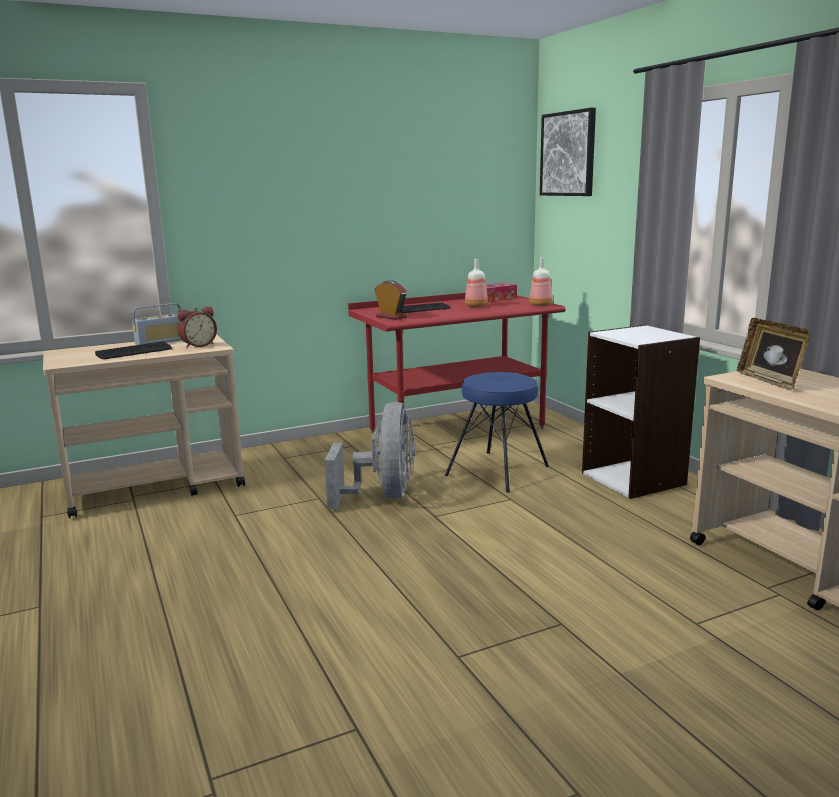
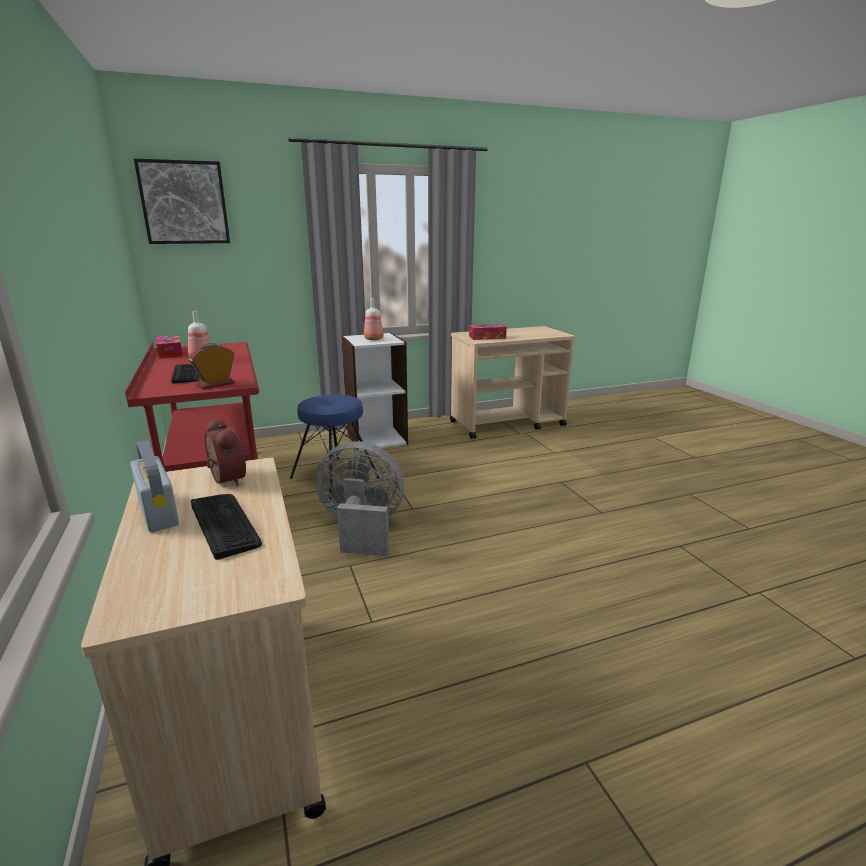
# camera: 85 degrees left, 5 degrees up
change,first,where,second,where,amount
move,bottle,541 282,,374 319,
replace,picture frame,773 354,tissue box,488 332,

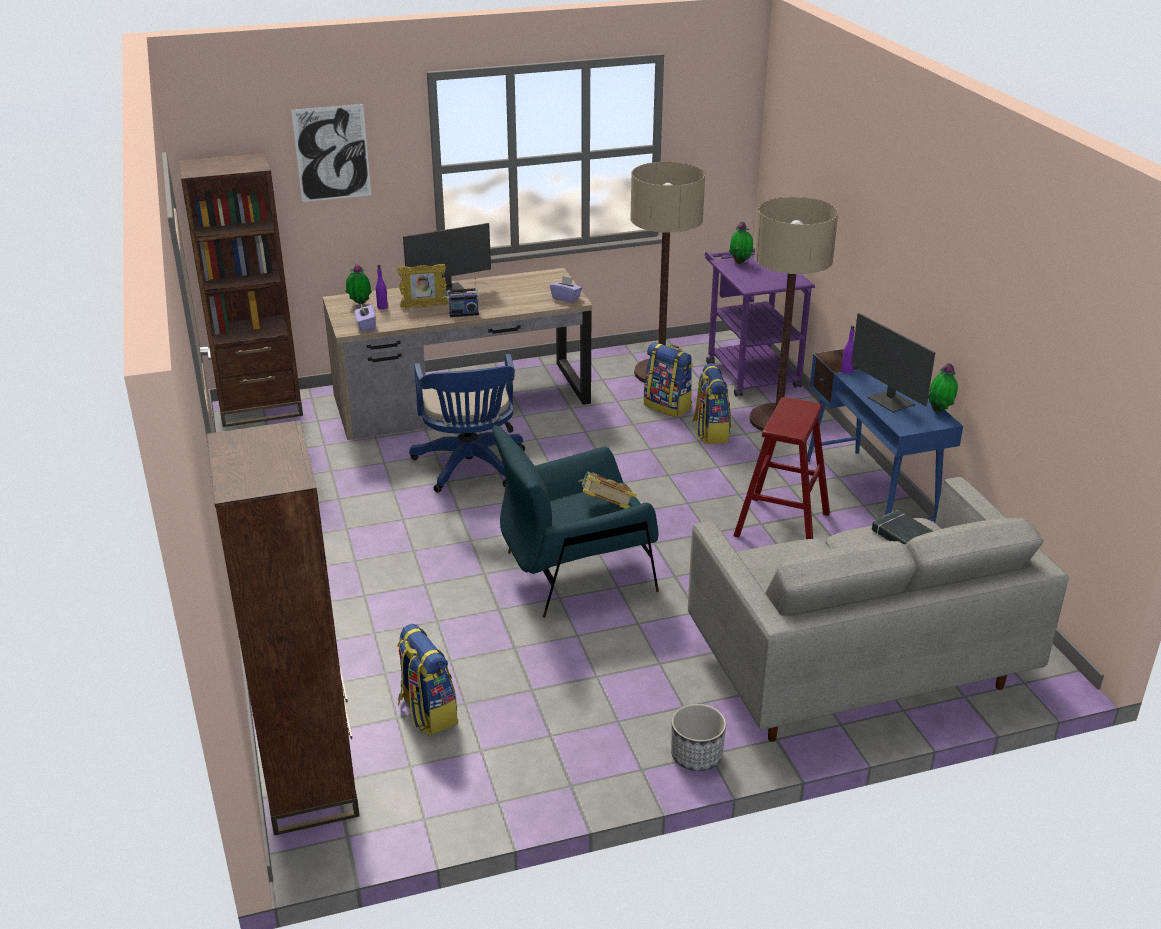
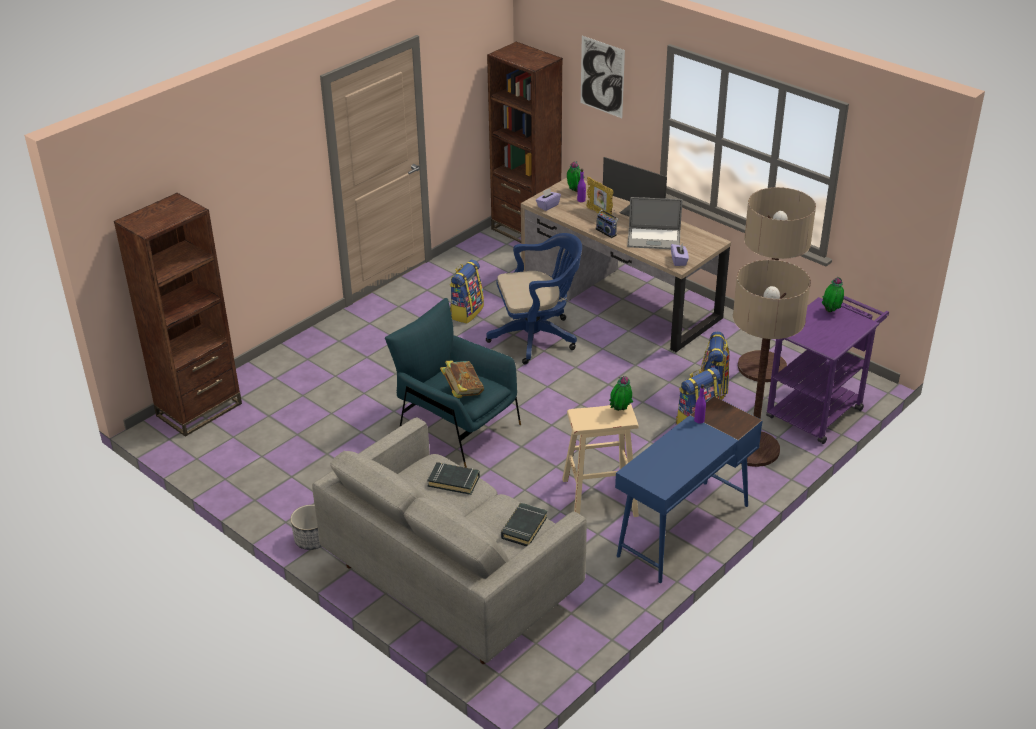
# camera: 60 degrees right, 5 degrees up
change,first,where,second,where,amount
move,backpack,427 679,,466 291,
rotate,blue office chair,467 423,,534 299,150 degrees counterclockwise
recolor,red stool,781 468,beige stool,600 460,
delete,monitor,893 363,,,
move,potted plant,943 387,,621 393,
insert,,,black book,453 478,
insert,,,laptop,654 223,

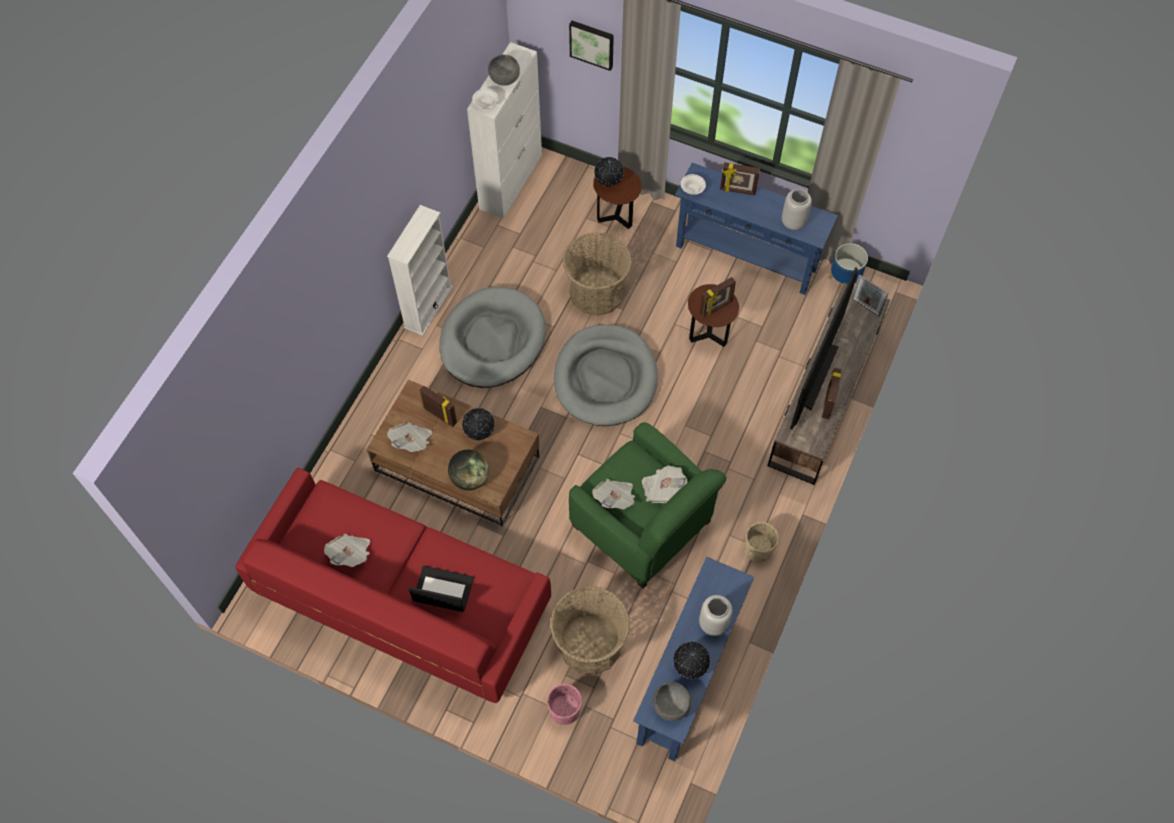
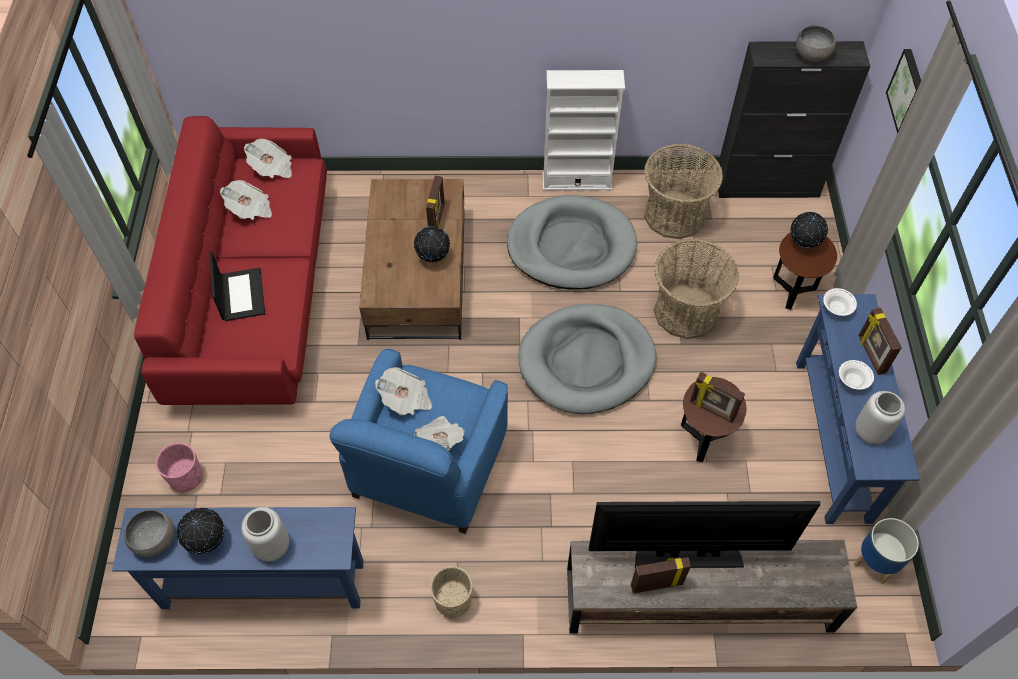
# camera: 65 degrees right, 5 degrees down
change,first,where,second,where,amount
move,newspaper,409 437,,268 158,
delete,globe,468 470,,,
recolor,white cabinet,504 130,black cabinet,793 119,
move,white bowl,485 98,,856 375,
move,basket,590 630,,683 191,
recolor,green armchair,647 505,blue armchair,418 441,
delete,picture frame,869 295,,,

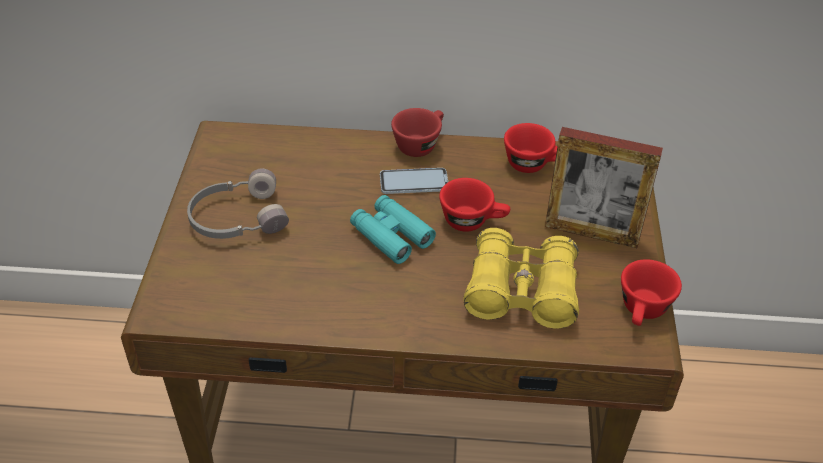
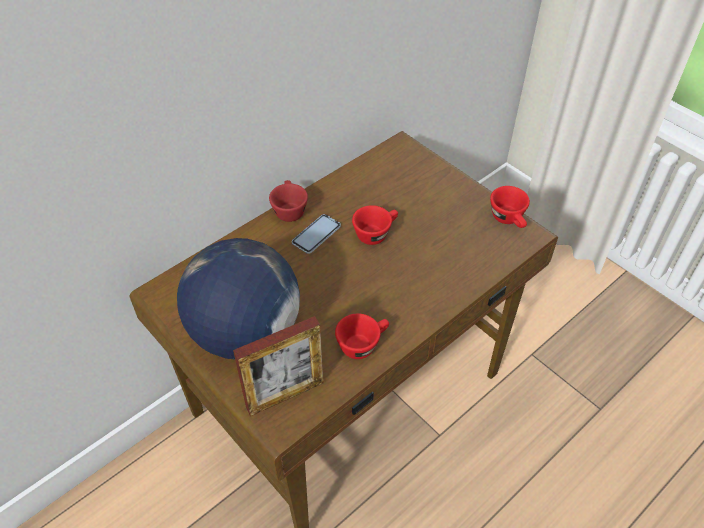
# camera: 45 degrees left, 5 degrees up
change,first,where,second,where,amount
replace,grey headphones,238 204,globe,238 299,
delete,turquoise binoculars,393 229,,,
delete,yellow binoculars,521 278,,,
move,red cup,530 148,,362 336,
move,picture frame,604 187,,278 366,

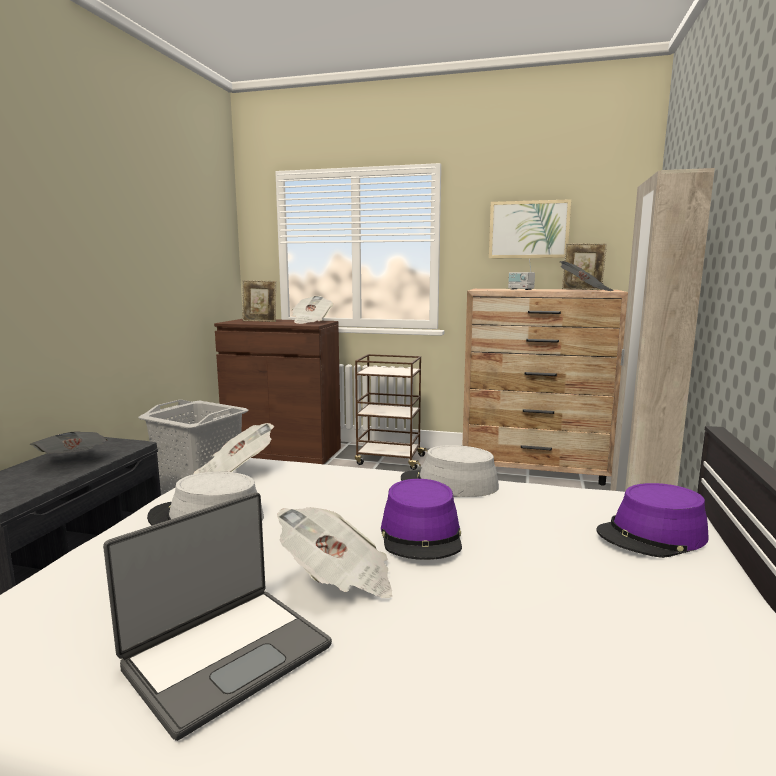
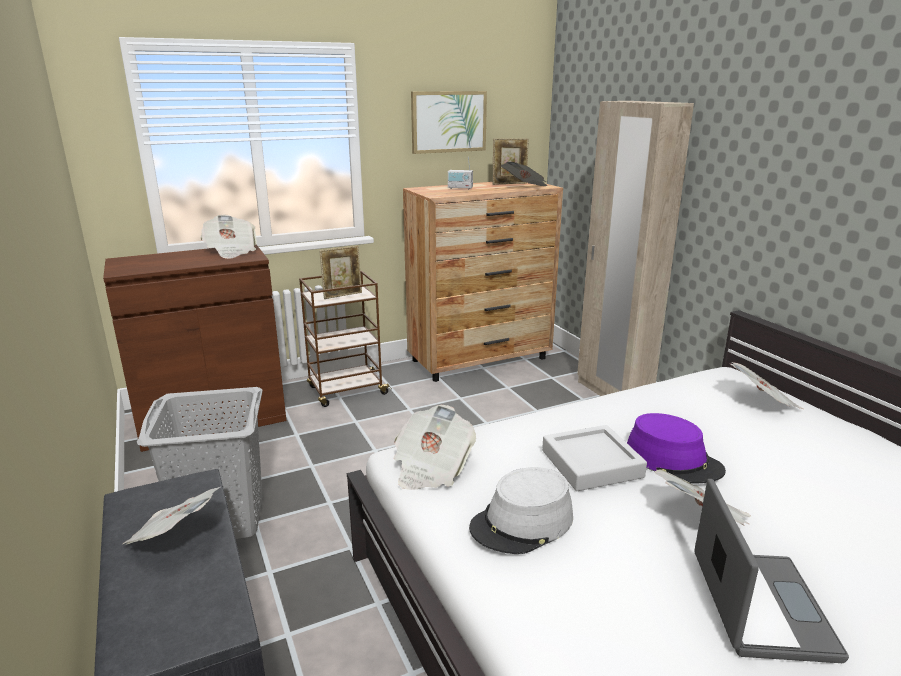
# camera: 40 degrees left, 10 degrees up
change,first,where,second,where,amount
move,picture frame,259 301,,340 272,
delete,grey hat,450 471,,,
replace,purple hat,652 520,newspaper,767 385,
insert,,,grey tray,594 458,

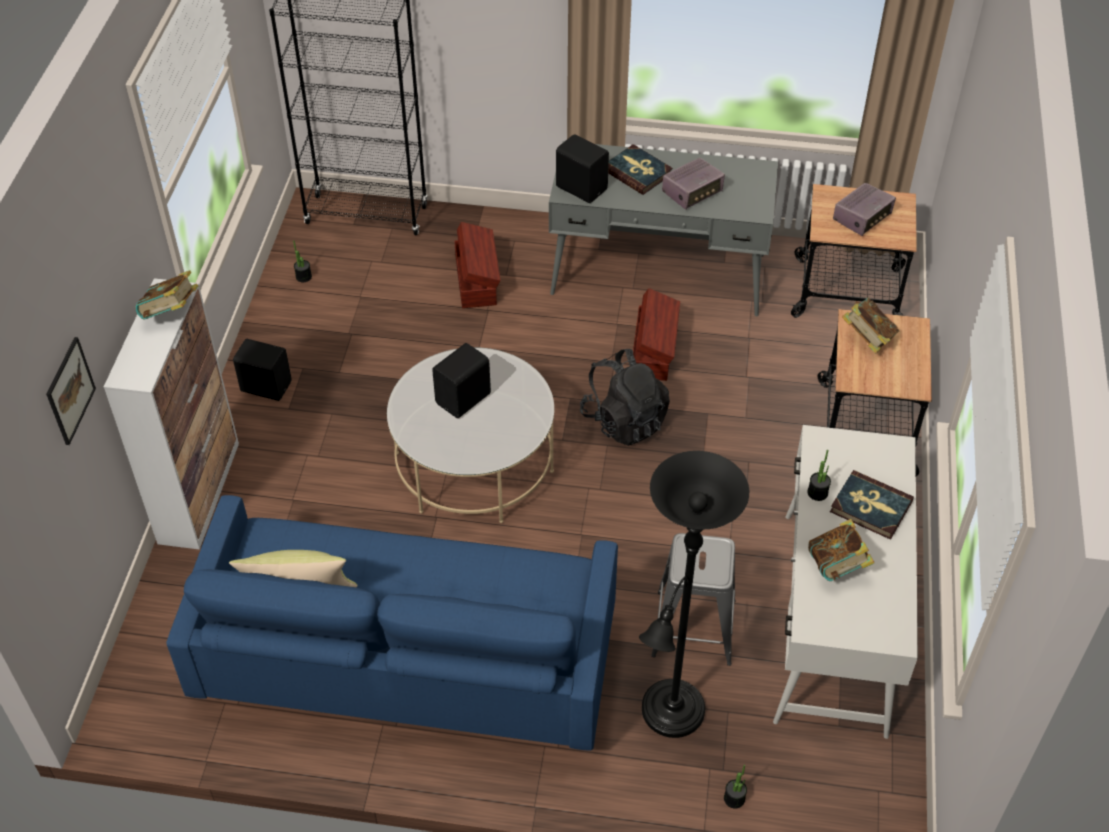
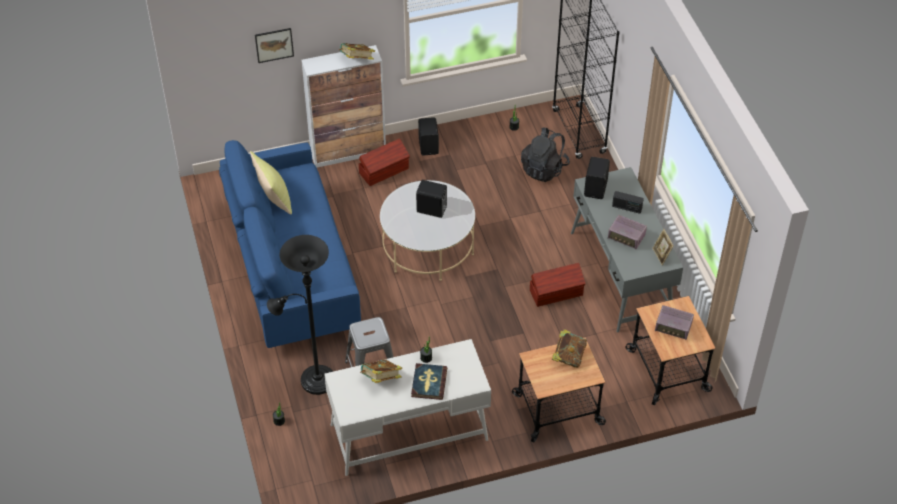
# camera: 65 degrees right, 0 degrees up
change,first,where,second,where,amount
move,brown storage box,477 265,,384 162,
move,black backpack,625 397,,545 155,
replace,book,640 169,radio,628 202,
insert,,,picture frame,663 247,

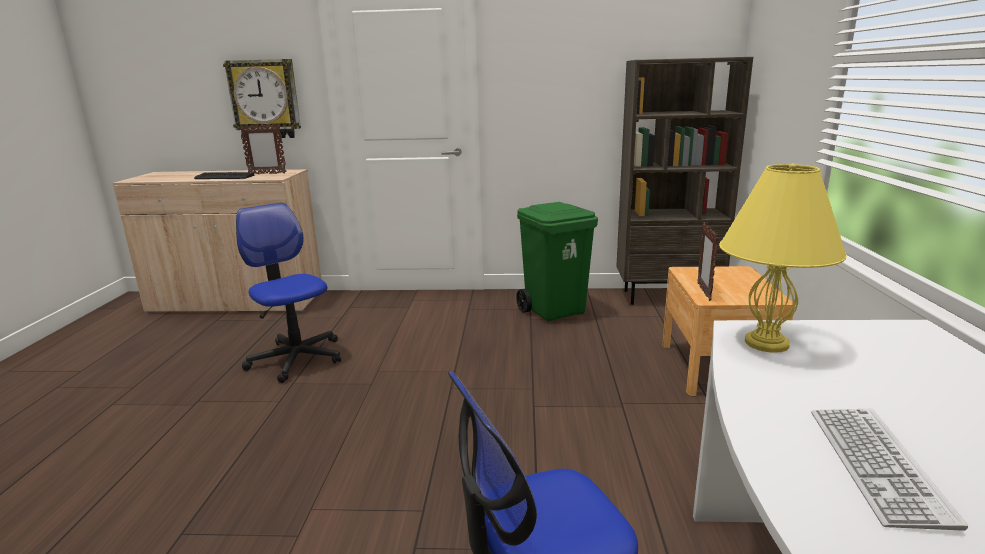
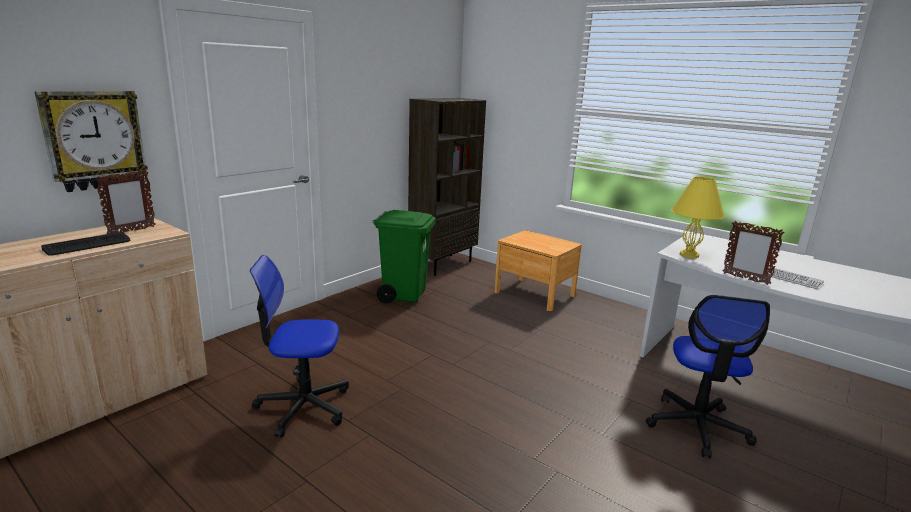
# camera: 55 degrees left, 0 degrees up
change,first,where,second,where,amount
move,picture frame,707 262,,753 253,

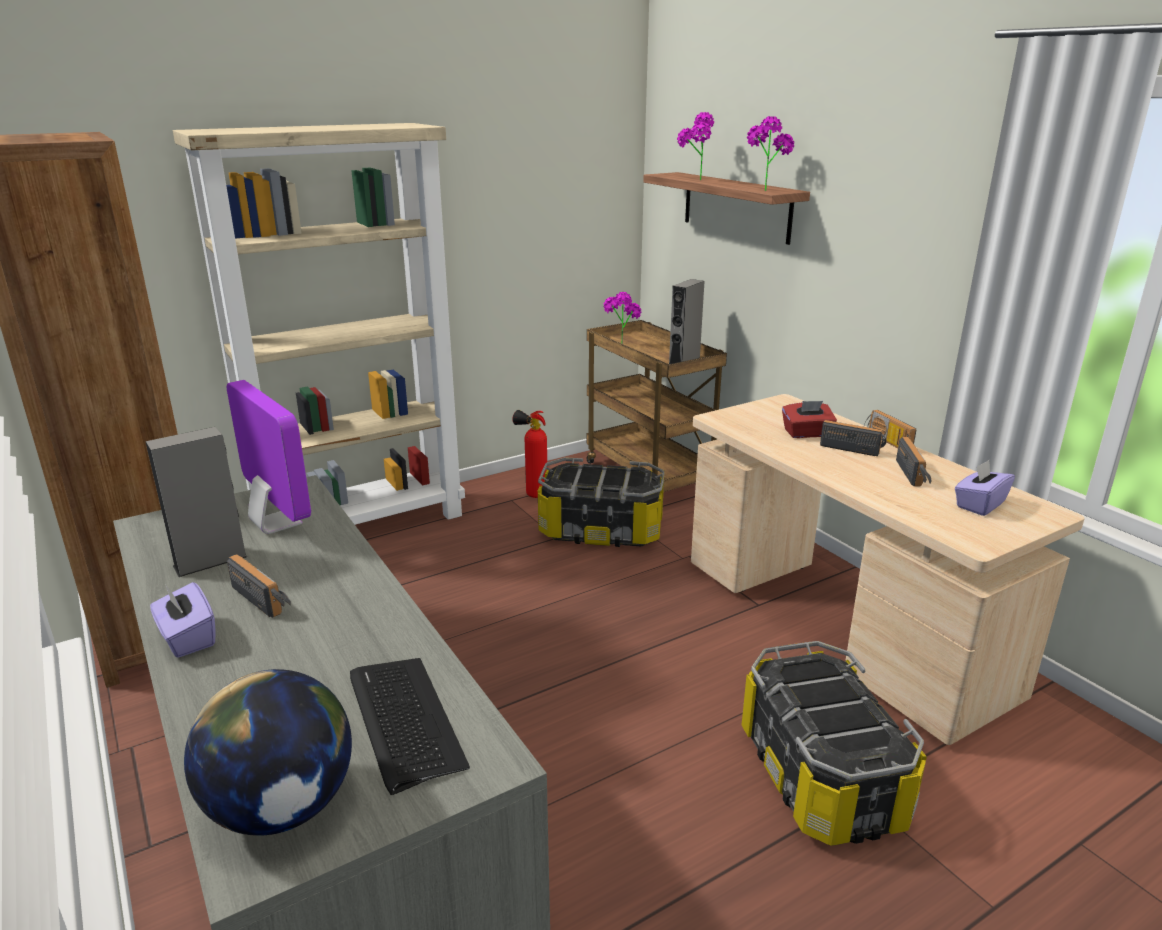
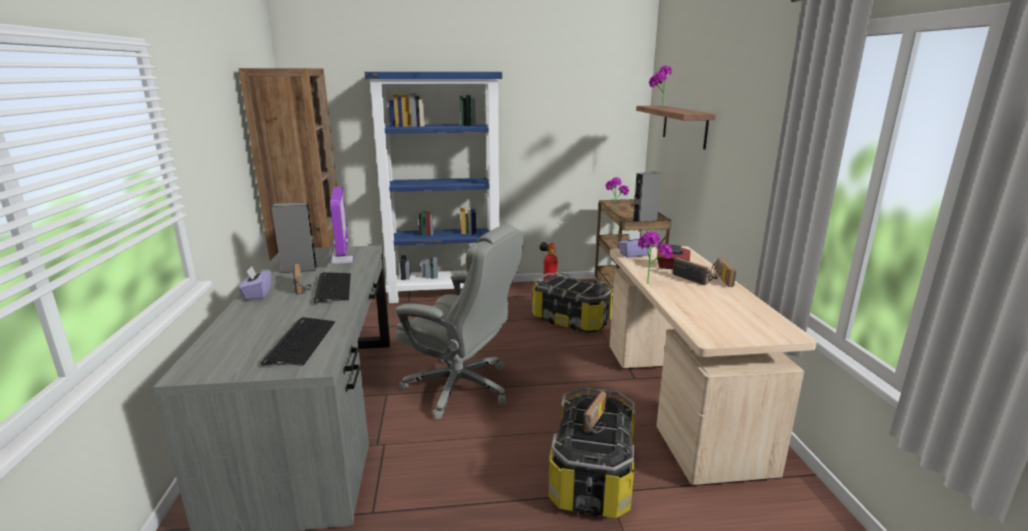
# camera: 25 degrees right, 5 degrees down
change,first,where,second,where,amount
recolor,beige bookcase,319 324,blue bookcase,433 187,
delete,globe,268 752,,,
move,potted plant,770 153,,655 257,
move,radio,913 462,,594 412,
move,purple tissue box,985 488,,634 244,
insert,,,keyboard,332 287,
insert,,,grey office chair,459 322,

